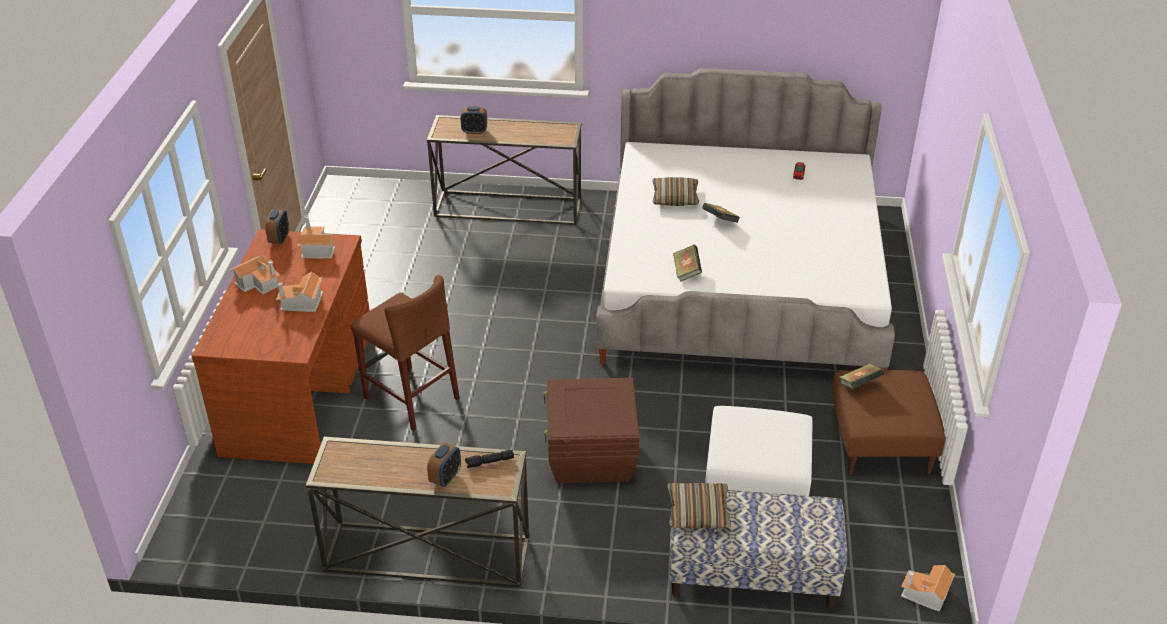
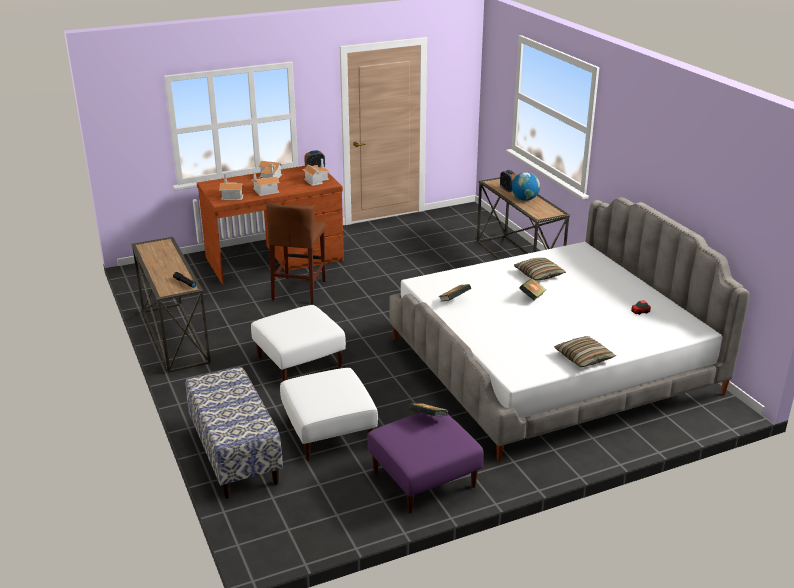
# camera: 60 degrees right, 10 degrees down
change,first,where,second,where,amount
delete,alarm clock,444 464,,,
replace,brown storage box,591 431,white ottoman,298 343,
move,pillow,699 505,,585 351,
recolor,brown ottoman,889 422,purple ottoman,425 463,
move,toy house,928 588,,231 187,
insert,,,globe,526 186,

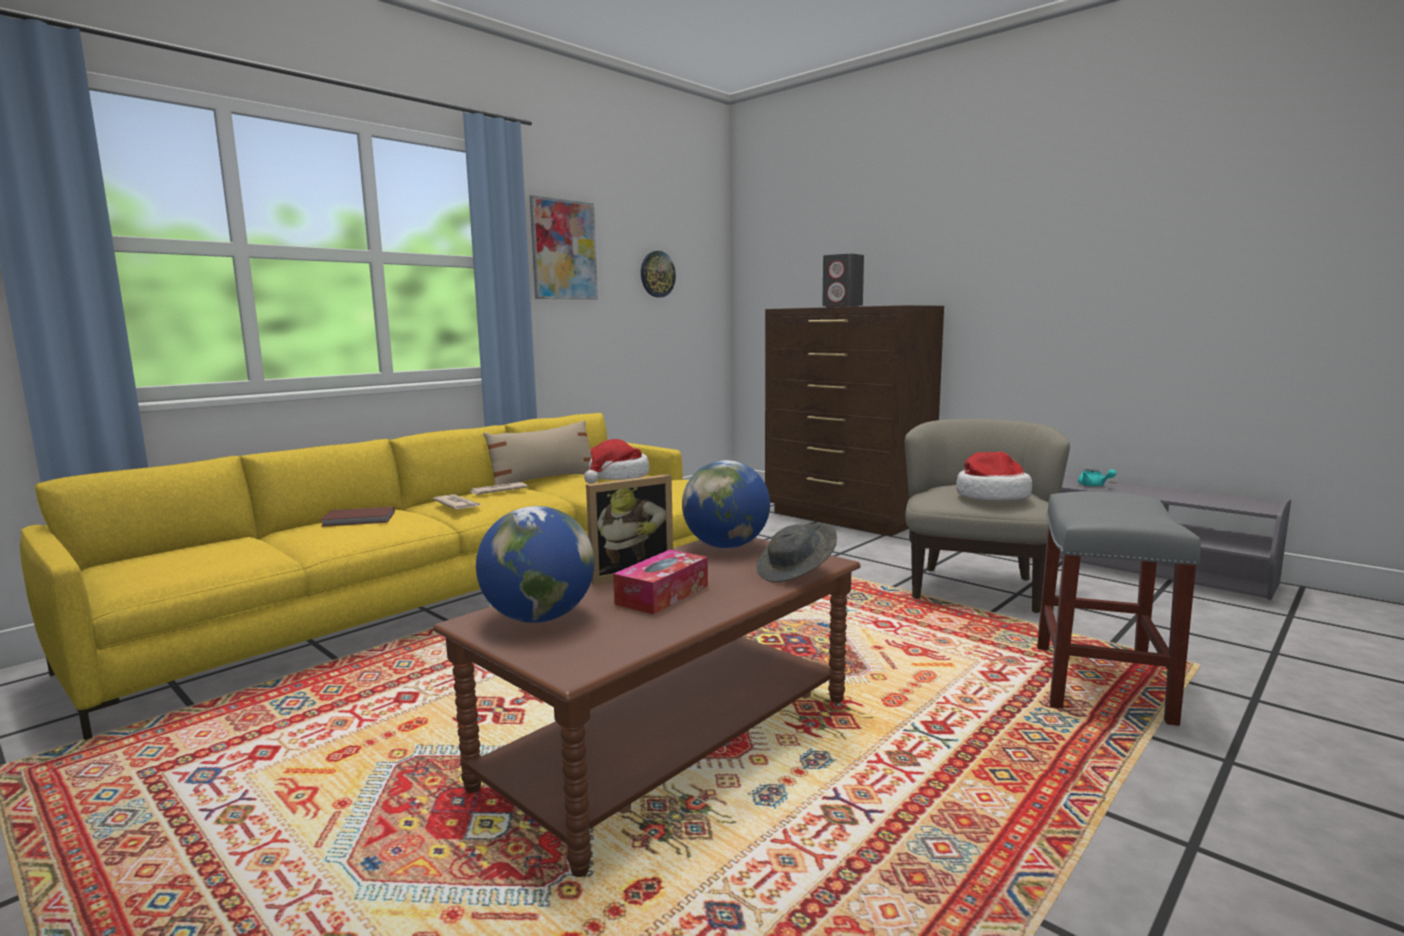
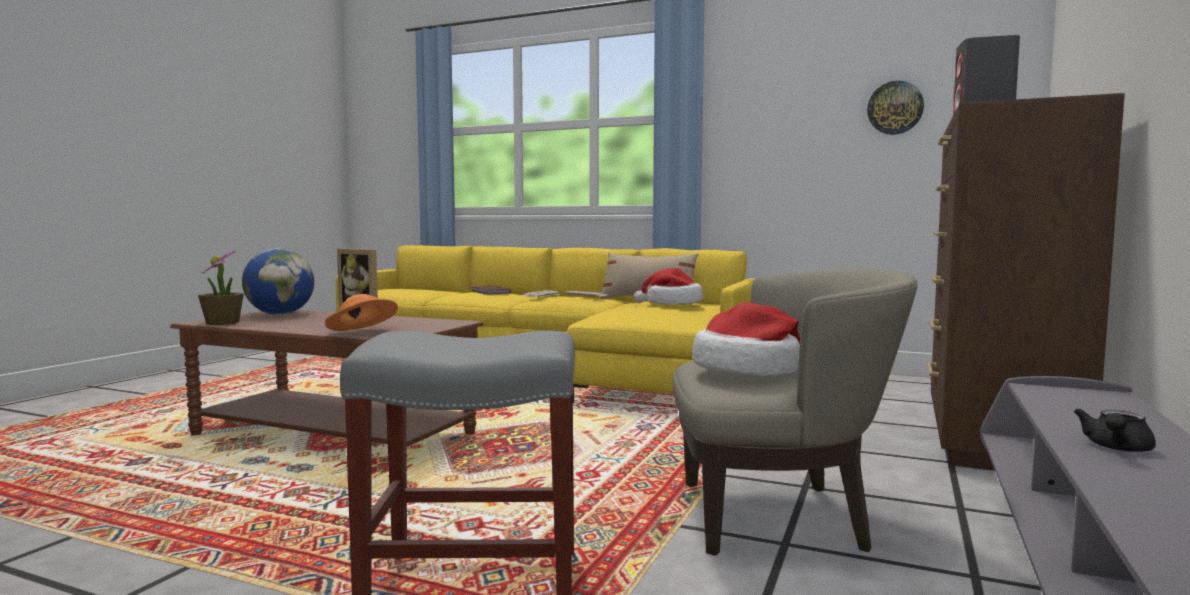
# camera: 70 degrees right, 5 degrees down
change,first,where,second,where,amount
delete,picture,563 247,,,
delete,tissue box,660 582,,,
delete,globe,726 504,,,
recolor,grey hat,796 552,orange hat,361 312,
recolor,turquoise teapot,1097 477,black teapot,1115 430,
insert,,,potted plant,221 288,

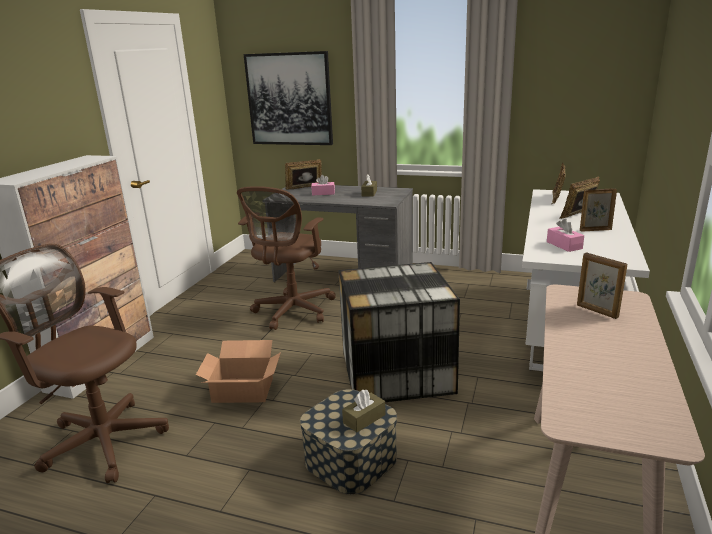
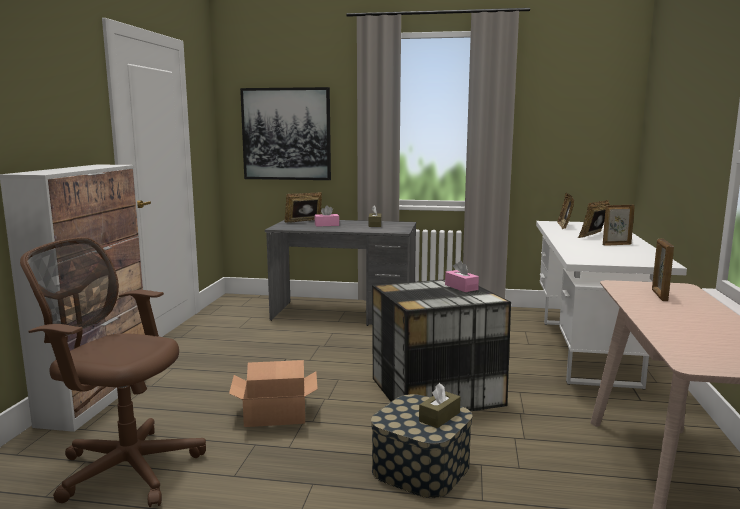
# camera: 10 degrees left, 10 degrees down
change,first,where,second,where,amount
delete,brown office chair,286 258,,,
move,pink tissue box,565 235,,462 276,
rotate,picture frame,602 286,,663 270,60 degrees clockwise

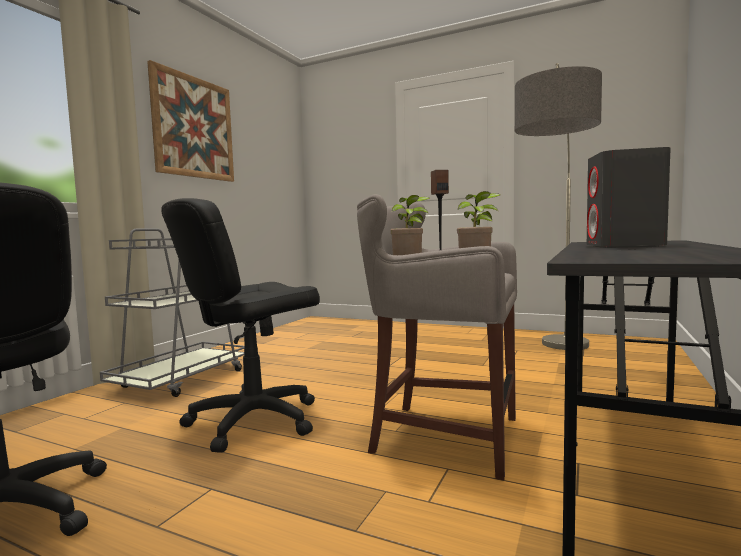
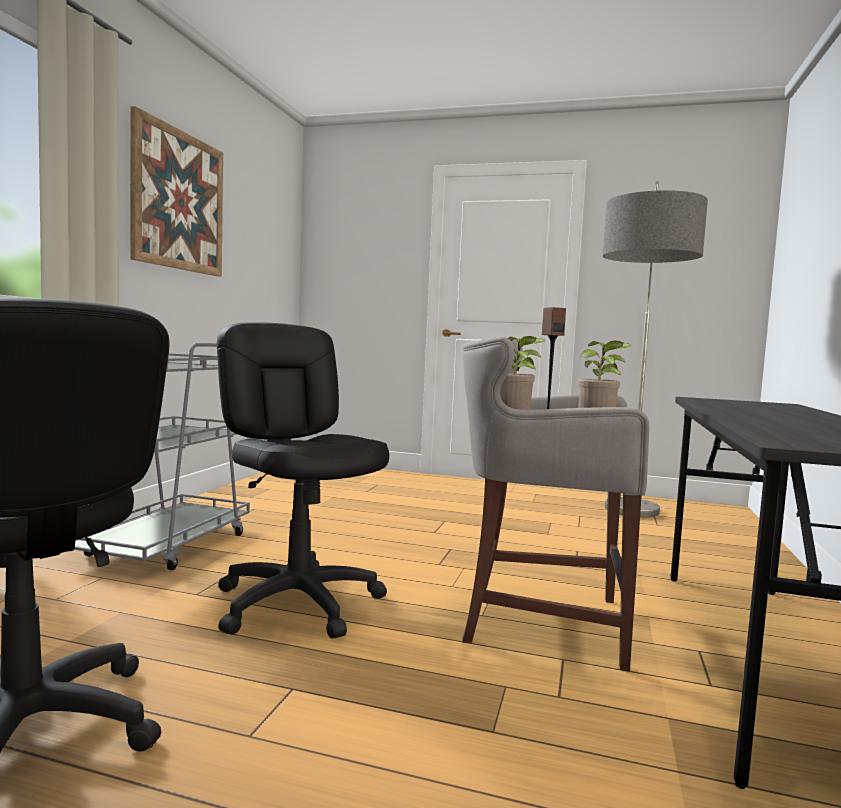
# camera: 10 degrees left, 0 degrees up
change,first,where,second,where,amount
rotate,black office chair,241 325,,303 480,105 degrees clockwise
delete,grey speaker,629 197,,,

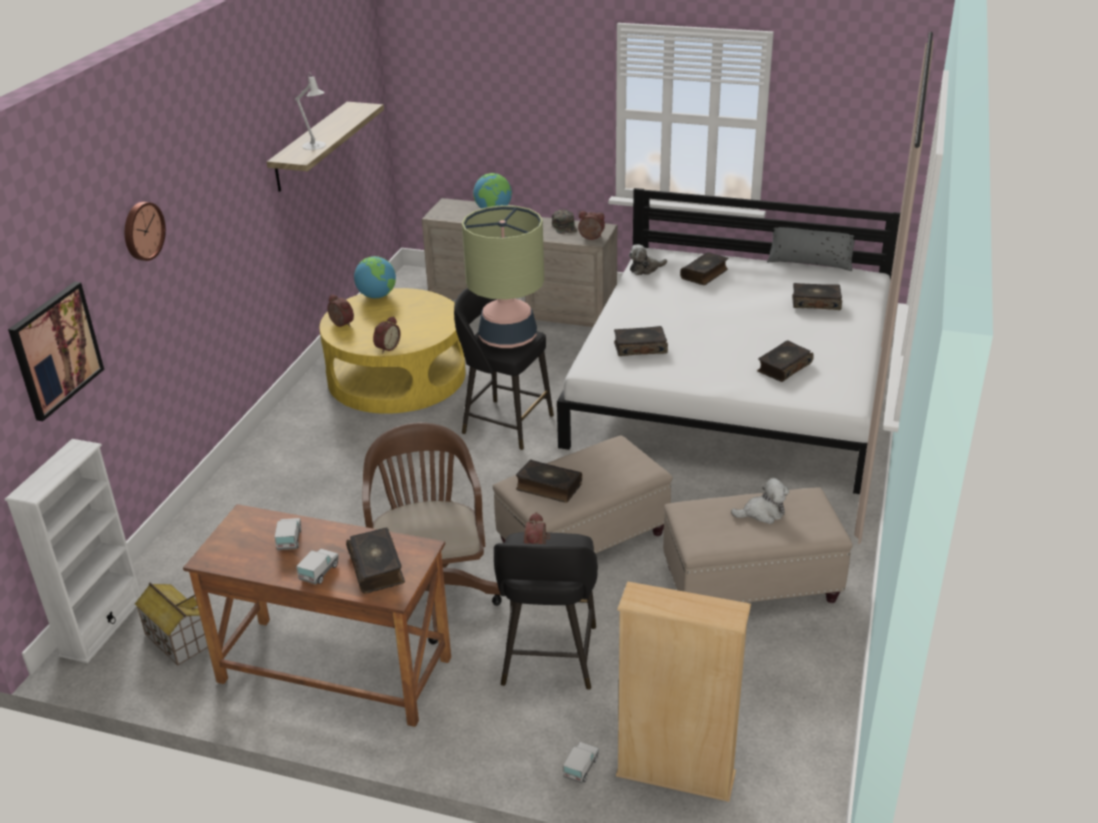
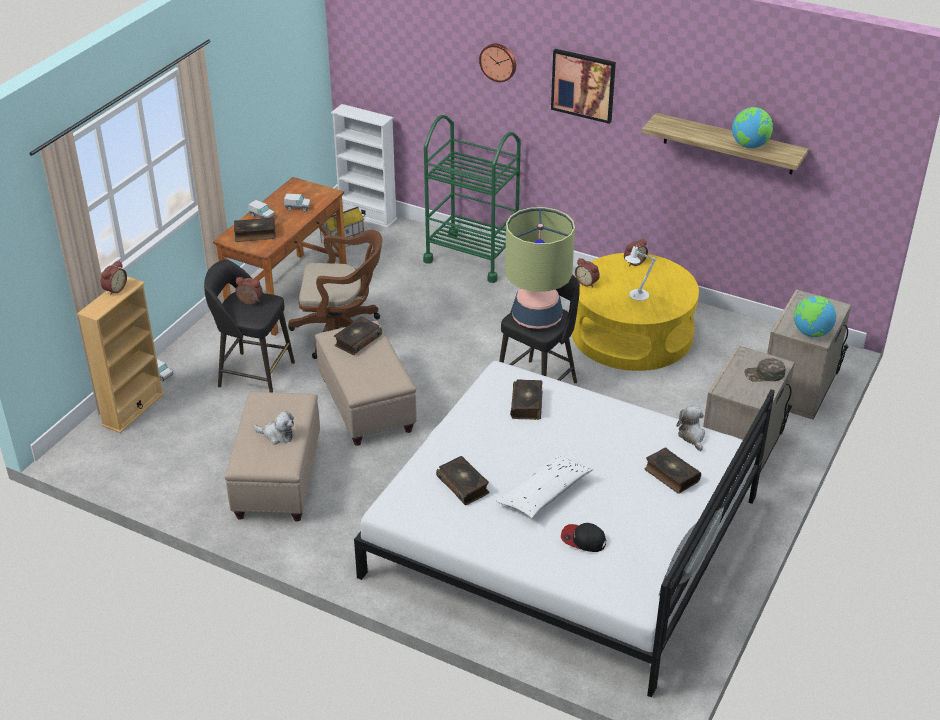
# camera: 100 degrees right, 5 degrees up
change,first,where,second,where,amount
move,picture,56 351,,583 86,
move,white table lamp,310 111,,640 272,
move,globe,375 277,,752 127,
move,alarm clock,591 225,,114 278,
rotate,plush toy,760 501,,274 428,75 degrees counterclockwise
replace,book,817 296,cap,583 537,
insert,,,green cart,472 199,
insert,,,white pillow,544 486,

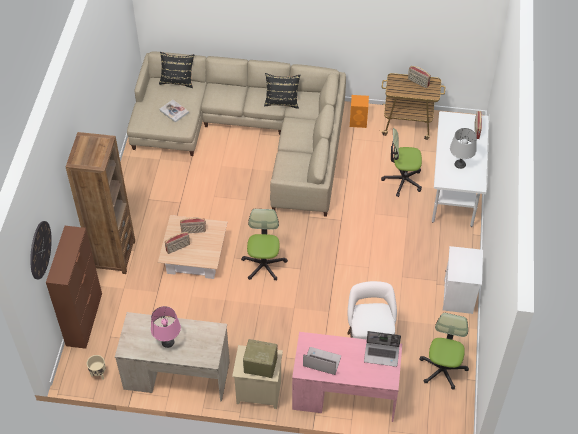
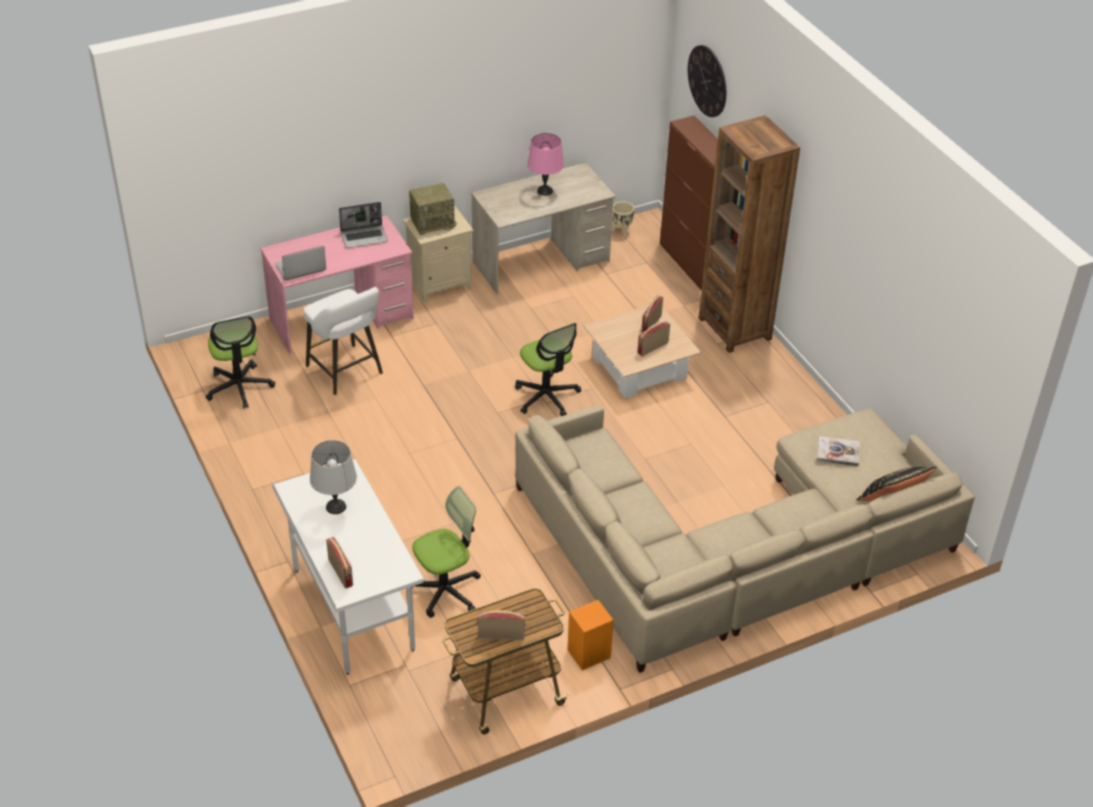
# camera: 145 degrees right, 10 degrees down
change,first,where,second,where,amount
delete,black pillow,282 91,,,
delete,white nightstand,463 280,,,

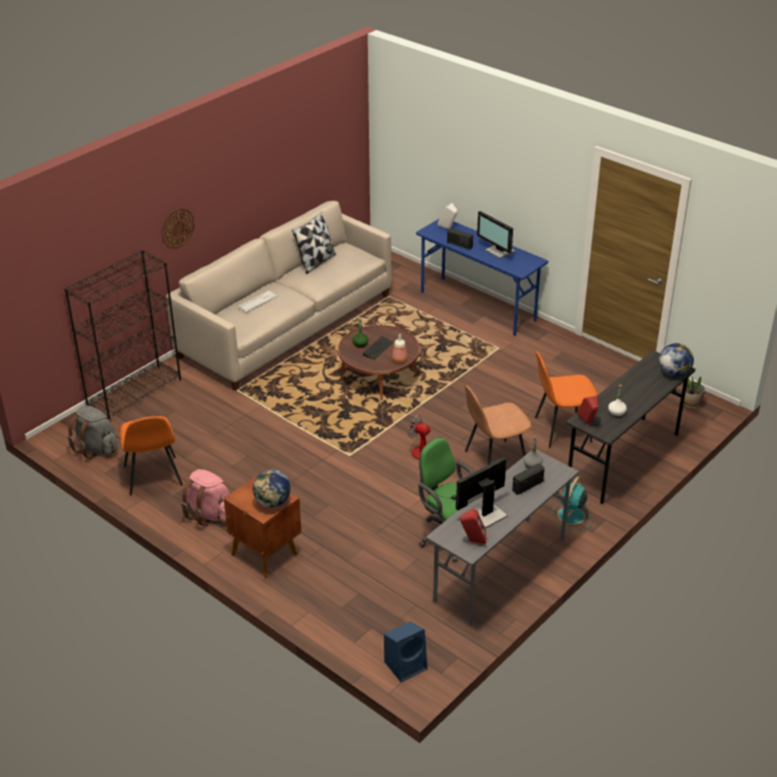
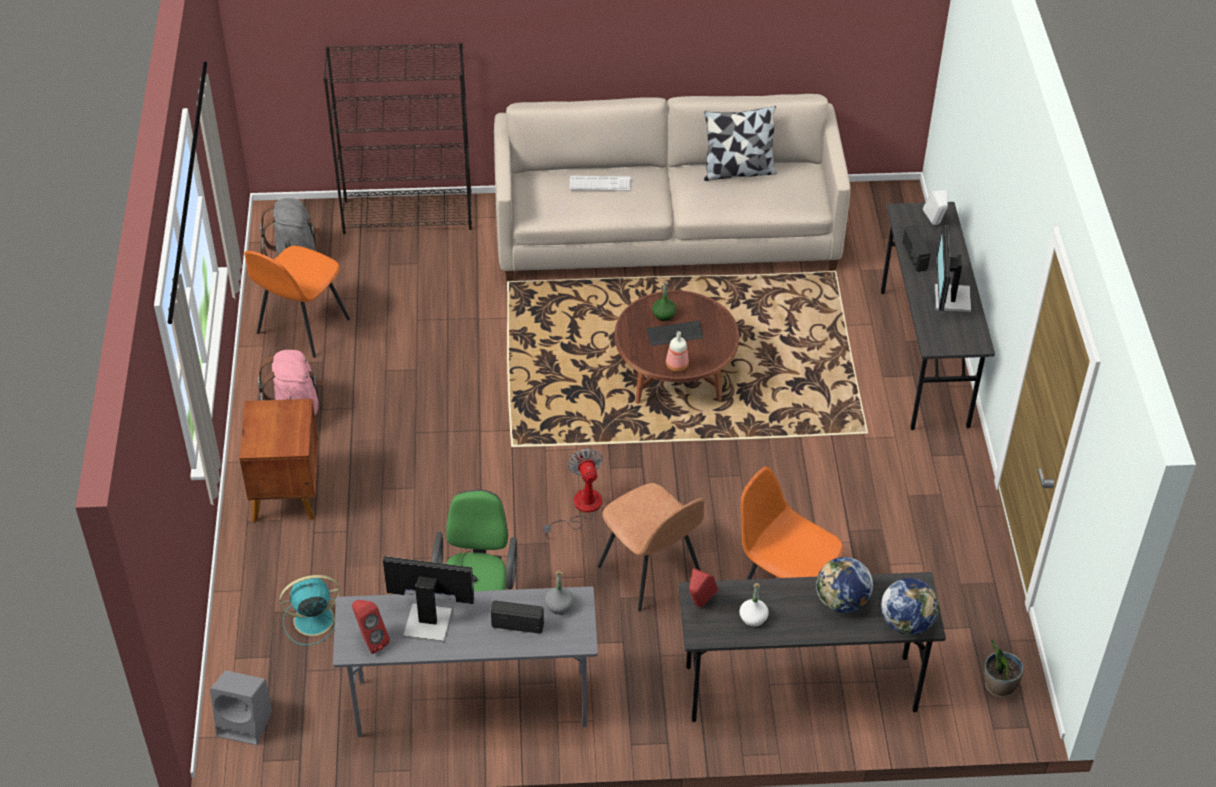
# camera: 45 degrees right, 10 degrees up
change,first,where,second,where,amount
delete,wall clock,178 228,,,
move,globe,272 489,,844 585,
recolor,blue speaker,406 651,grey speaker,241 707,
recolor,blue desk,482 277,grey desk,938 316,
rotate,brown chair,498 425,,651 547,150 degrees counterclockwise
move,turquoise fan,570 503,,309 610,

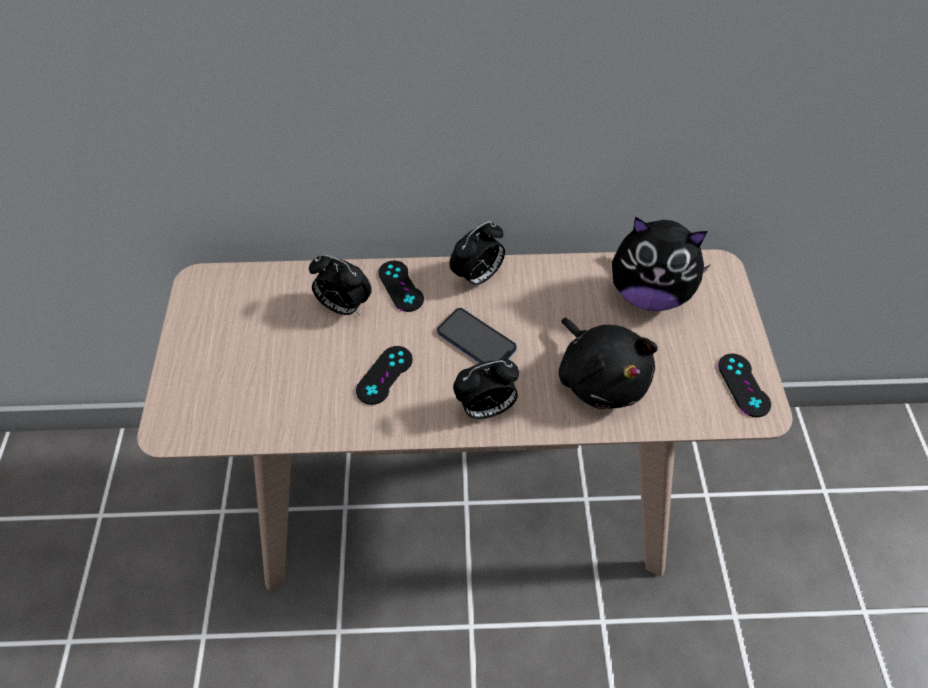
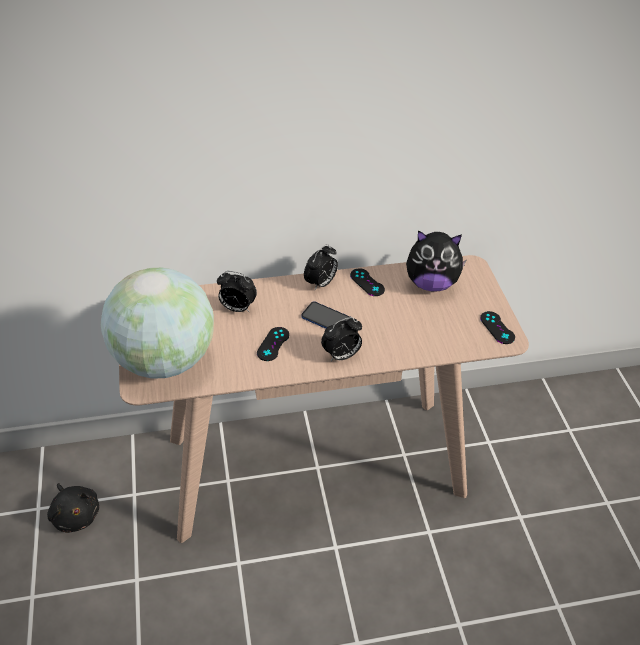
# camera: 10 degrees left, 10 degrees down
change,first,where,second,where,amount
move,black game controller,401 286,,367 282,
move,black plush toy,608 363,,73 508,
insert,,,globe,157 323,

